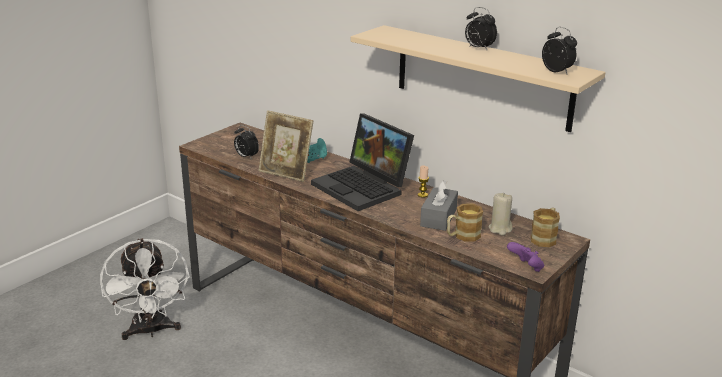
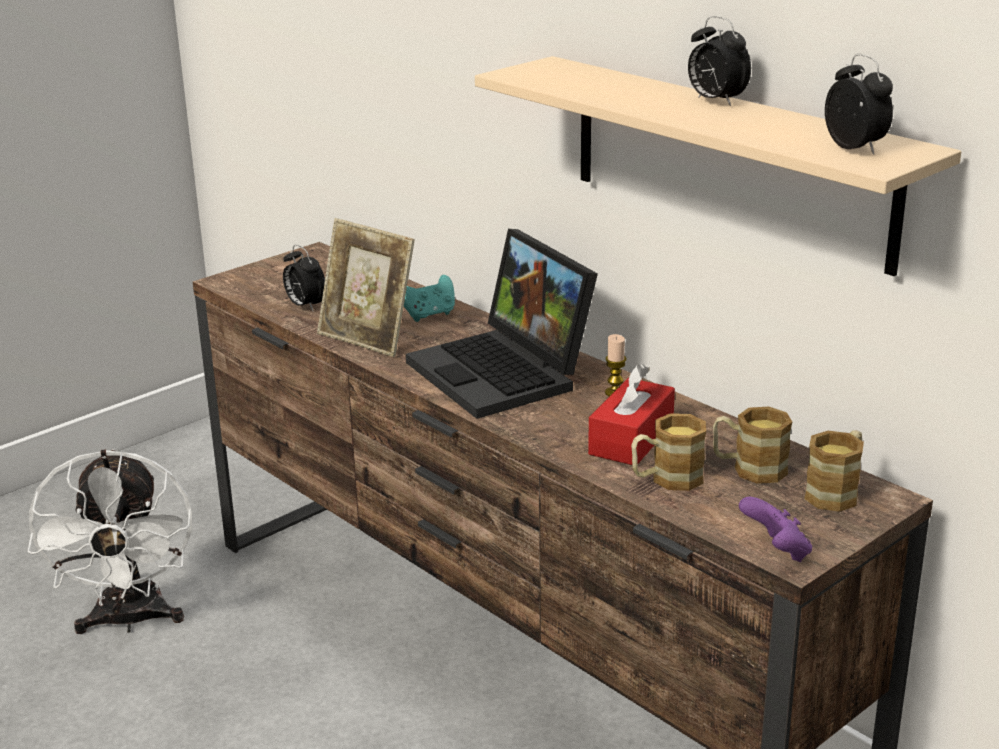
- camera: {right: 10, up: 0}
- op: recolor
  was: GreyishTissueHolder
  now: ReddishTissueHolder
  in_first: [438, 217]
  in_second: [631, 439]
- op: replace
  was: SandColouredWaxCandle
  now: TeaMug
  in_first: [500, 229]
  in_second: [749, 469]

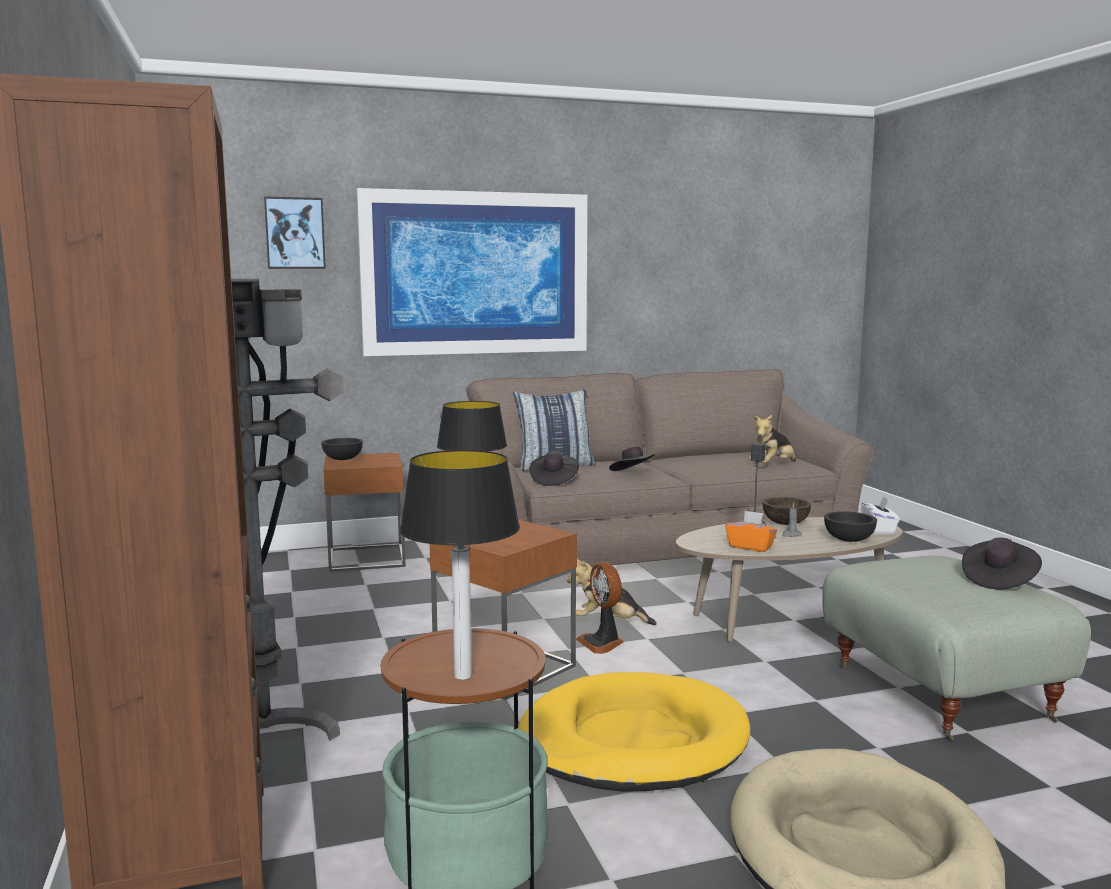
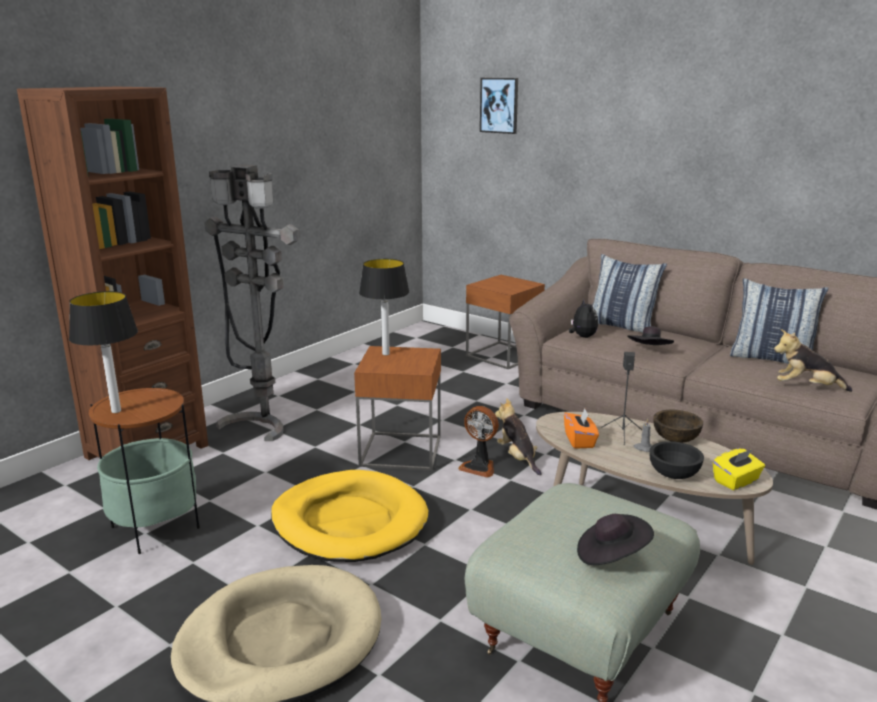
- camera: {right: 55, up: 10}
- op: rotate
  was: CoolingFan
  in_first: [602, 643]
  in_second: [479, 467]
  clockwise: -90
- op: replace
  was: BlackishWearableHat
  now: SoftToy
  in_first: [553, 480]
  in_second: [582, 337]
- op: recolor
  was: WhiteColouredTissueHolder
  now: YellowTissueHolder
  in_first: [879, 529]
  in_second: [736, 481]
- op: insert
  now: Pillow
  in_second: [772, 358]
- op: delete
  was: BlackishDeepDish
  in_first: [342, 459]
- op: delete
  was: WallPicture
  in_first: [476, 273]

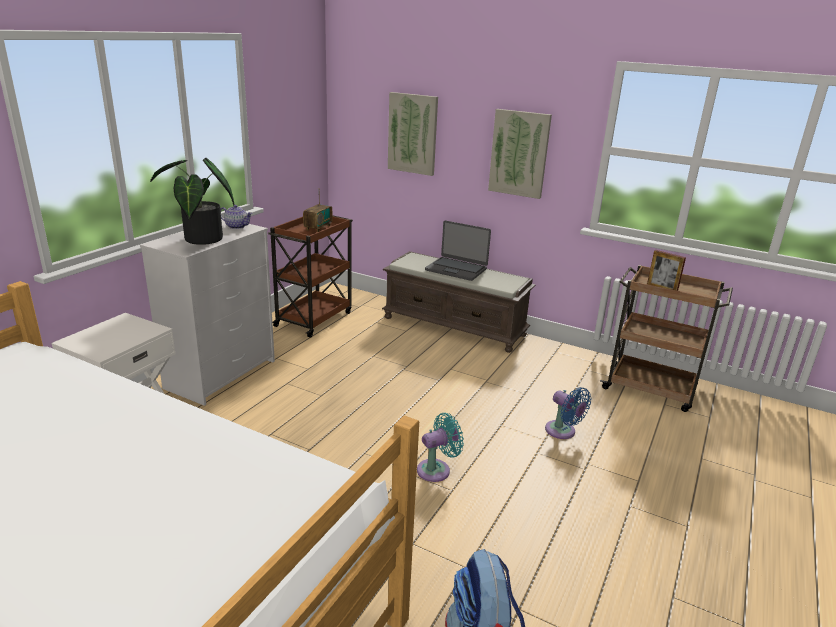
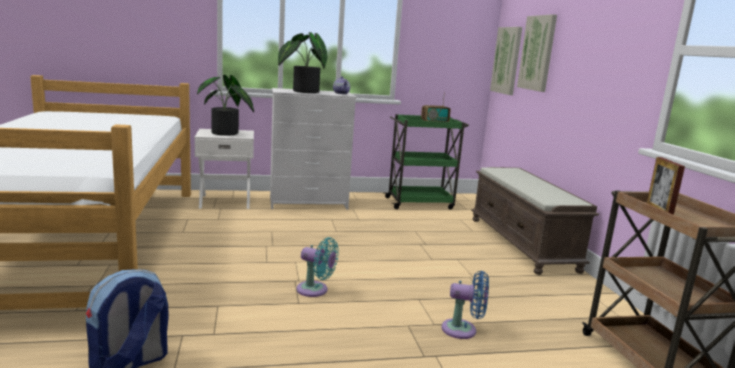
- camera: {right: 50, up: -10}
- op: insert
  now: Houseplant
  in_second: [226, 134]
- op: recolor
  was: BrownColouredCart
  now: GreenishCart
  in_first: [314, 318]
  in_second: [420, 203]
- op: rotate
  was: BluishCoolingFan
  in_first: [563, 432]
  in_second: [463, 330]
  clockwise: -90
- op: move
  was: WallPicture
  in_first: [519, 153]
  in_second: [507, 60]
- op: delete
  was: PortableComputer
  in_first: [456, 269]

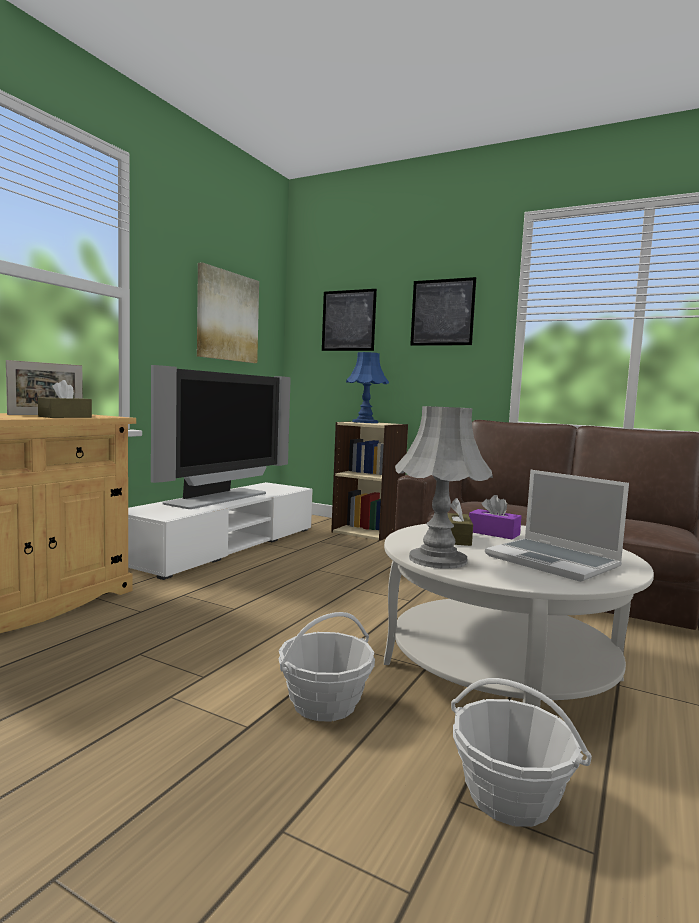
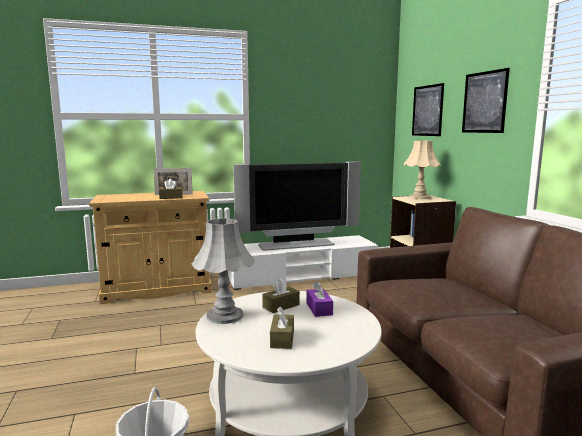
- camera: {right: 45, up: 5}
- op: replace
  was: PortableComputer
  now: BrownColouredTissueHolder
  in_first: [554, 561]
  in_second: [282, 339]
- op: recolor
  was: BluishTabletopLamp
  now: SandColouredTabletopLamp
  in_first: [365, 422]
  in_second: [420, 197]
- op: delete
  was: WallPicture
  in_first: [227, 316]
- op: delete
  was: HouseholdBasket
  in_first: [324, 703]

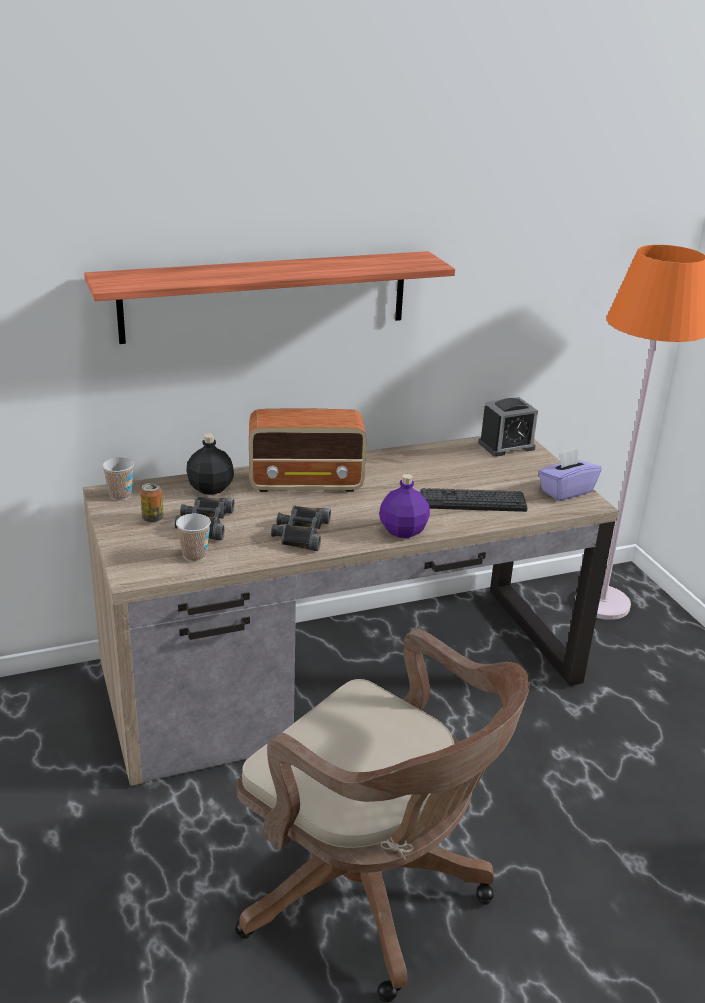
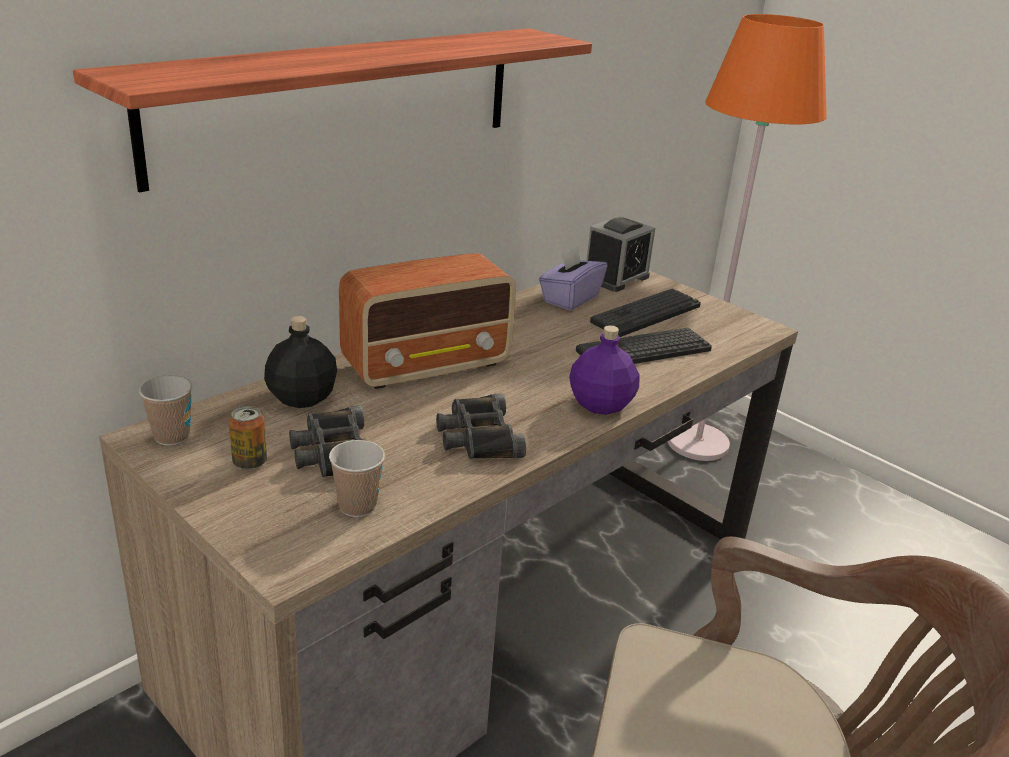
- camera: {right: -25, up: 0}
- op: move
  was: PurplishTissueHolder
  in_first: [565, 491]
  in_second: [570, 298]
- op: insert
  now: Keyboard
  in_second: [646, 314]

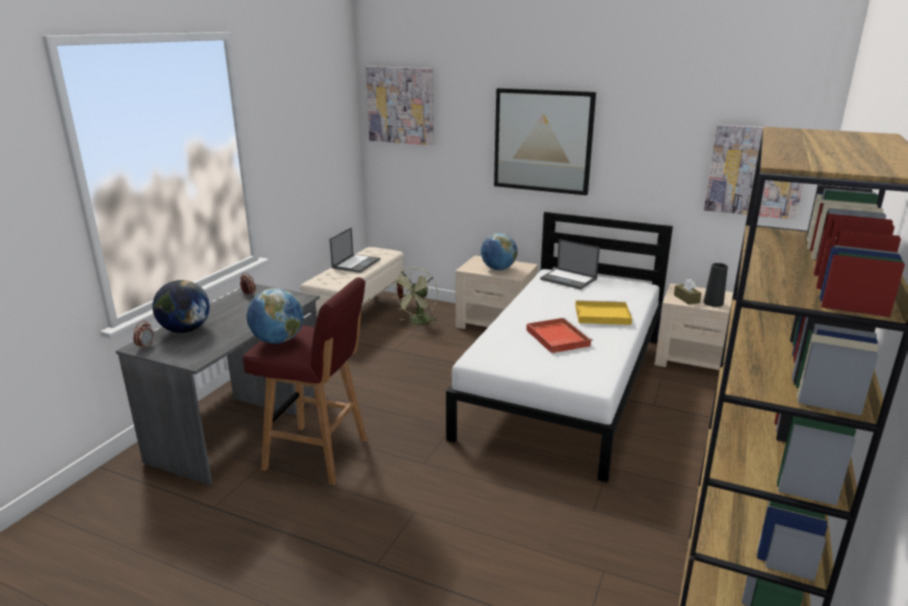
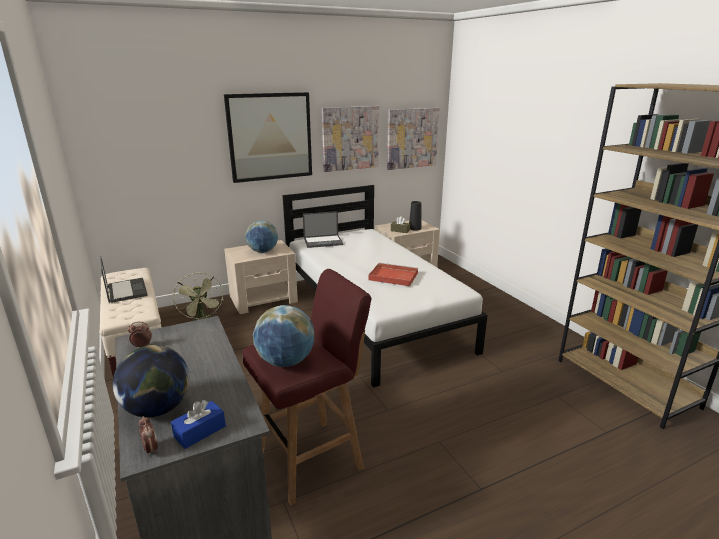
- camera: {right: -50, up: 0}
- op: insert
  now: BluishTissueHolder
  in_second: [200, 431]
- op: move
  was: WallPicture
  in_first: [400, 105]
  in_second: [350, 138]
- op: delete
  was: YellowTray
  in_first: [601, 315]

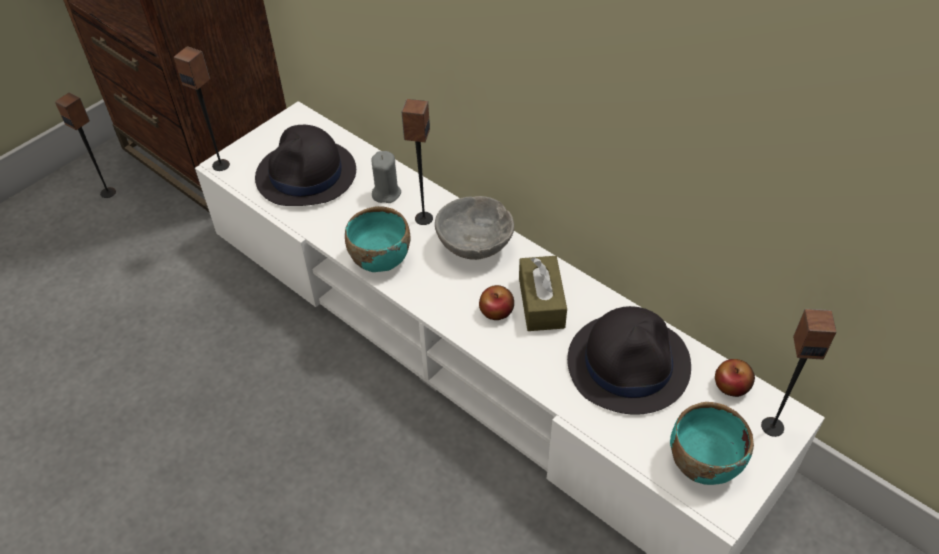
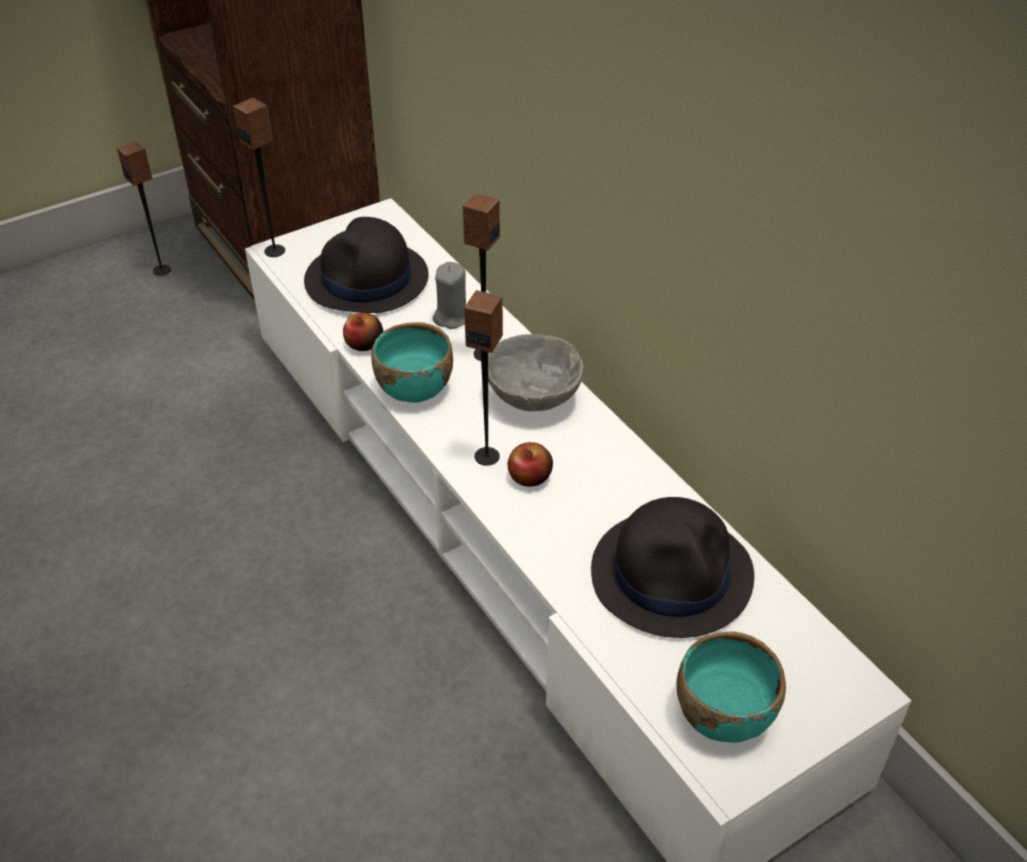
- camera: {right: 15, up: -5}
- op: move
  was: Apple
  in_first: [731, 386]
  in_second: [364, 344]
- op: move
  was: AudioSpeaker
  in_first: [772, 426]
  in_second: [487, 456]
- op: delete
  was: BrownColouredTissueHolder
  in_first: [541, 302]

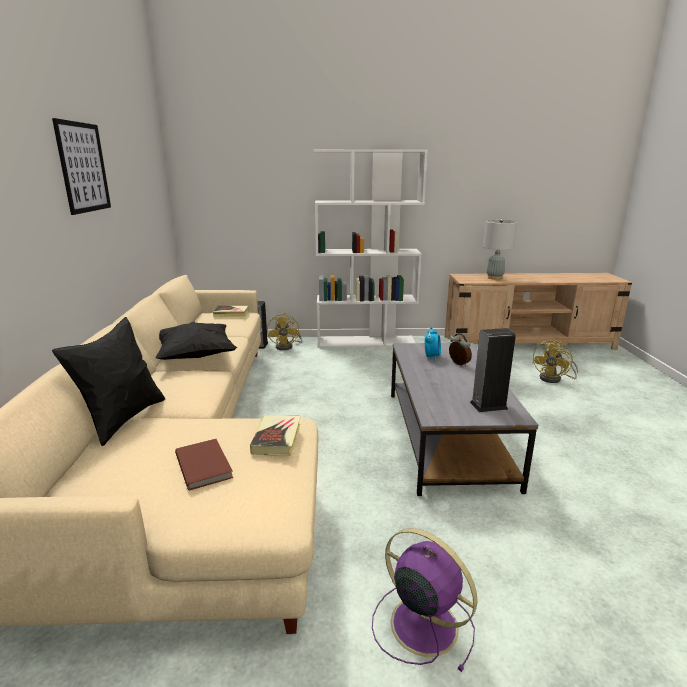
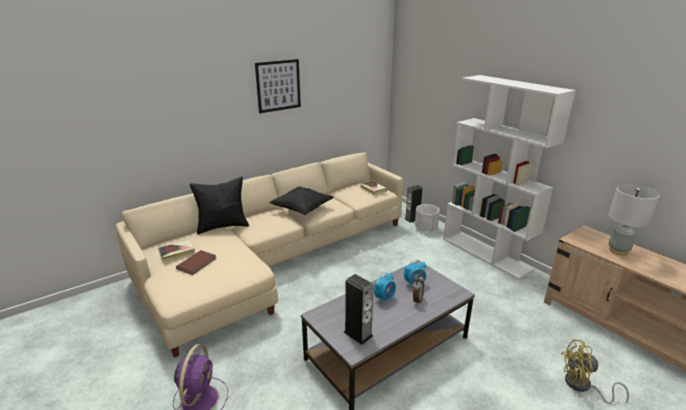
- camera: {right: 55, up: 5}
- op: move
  was: BoundBook
  in_first: [277, 439]
  in_second: [177, 253]
- op: insert
  now: AlarmClock
  in_second: [384, 298]
- op: replace
  was: YellowCoolingFan
  now: WhiteColouredPlanter
  in_first: [287, 346]
  in_second: [426, 228]

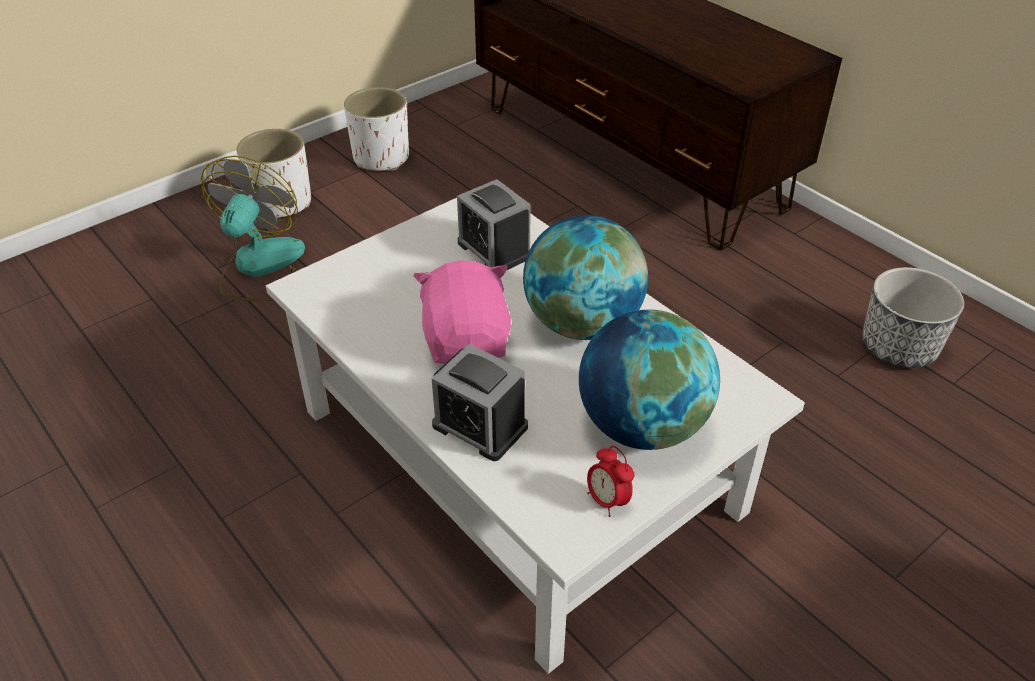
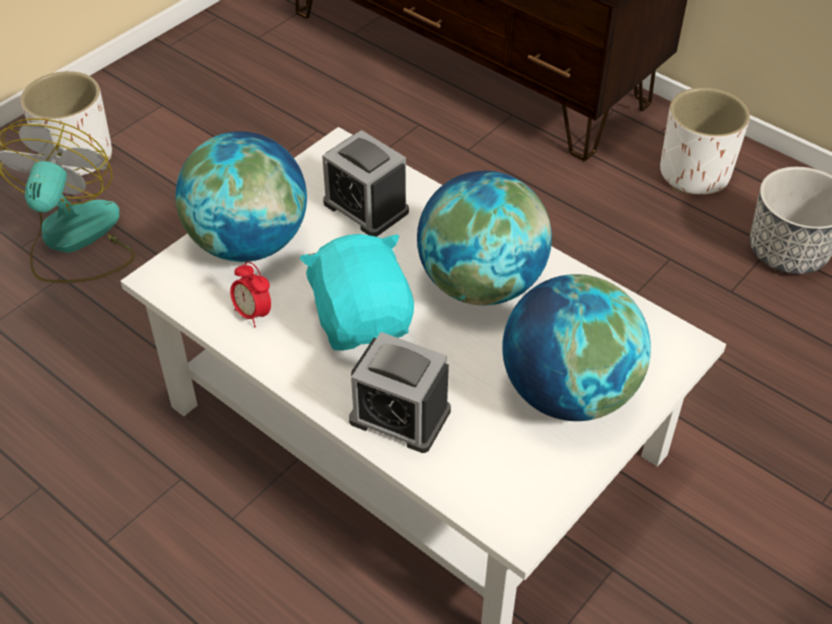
- camera: {right: -10, up: 5}
- op: insert
  now: DeskGlobe
  in_second: [249, 243]
- op: move
  was: AlarmClock
  in_first: [607, 500]
  in_second: [253, 314]
- op: recolor
  was: PinkColouredSoftToy
  now: TurquoiseSoftToy
  in_first: [467, 341]
  in_second: [362, 319]
- op: move
  was: WhiteColouredPlanter
  in_first: [381, 158]
  in_second: [694, 174]

